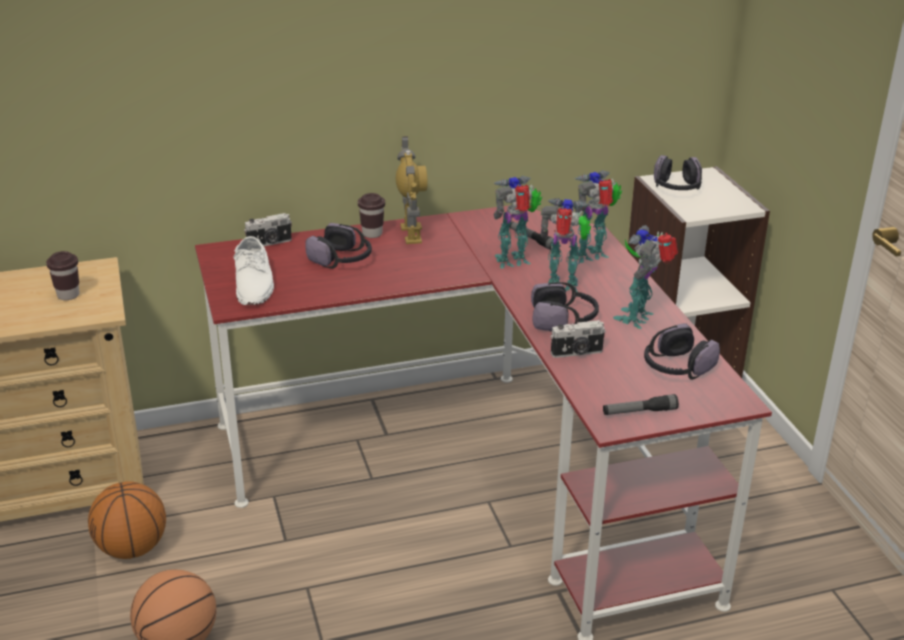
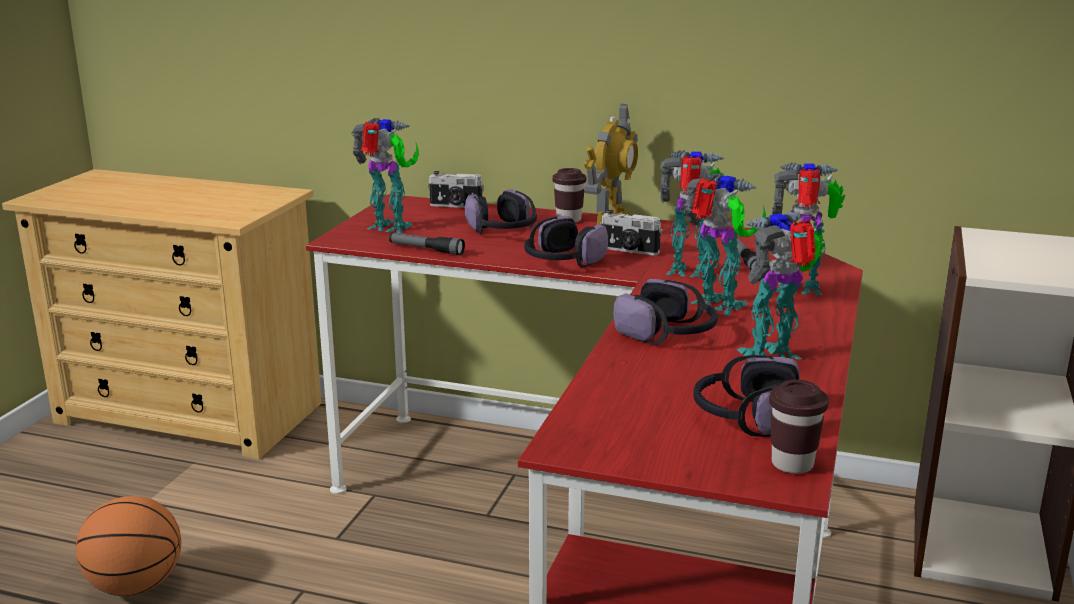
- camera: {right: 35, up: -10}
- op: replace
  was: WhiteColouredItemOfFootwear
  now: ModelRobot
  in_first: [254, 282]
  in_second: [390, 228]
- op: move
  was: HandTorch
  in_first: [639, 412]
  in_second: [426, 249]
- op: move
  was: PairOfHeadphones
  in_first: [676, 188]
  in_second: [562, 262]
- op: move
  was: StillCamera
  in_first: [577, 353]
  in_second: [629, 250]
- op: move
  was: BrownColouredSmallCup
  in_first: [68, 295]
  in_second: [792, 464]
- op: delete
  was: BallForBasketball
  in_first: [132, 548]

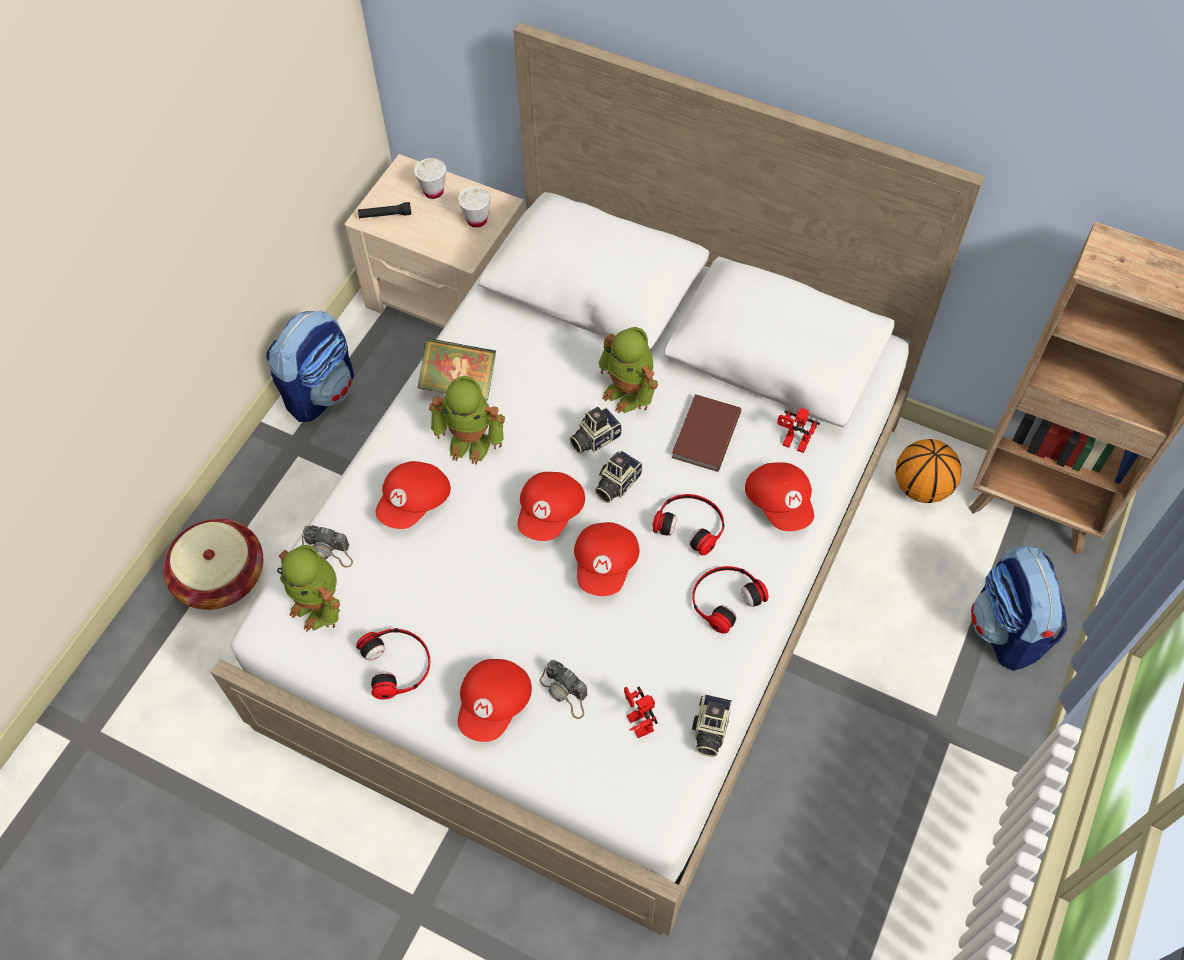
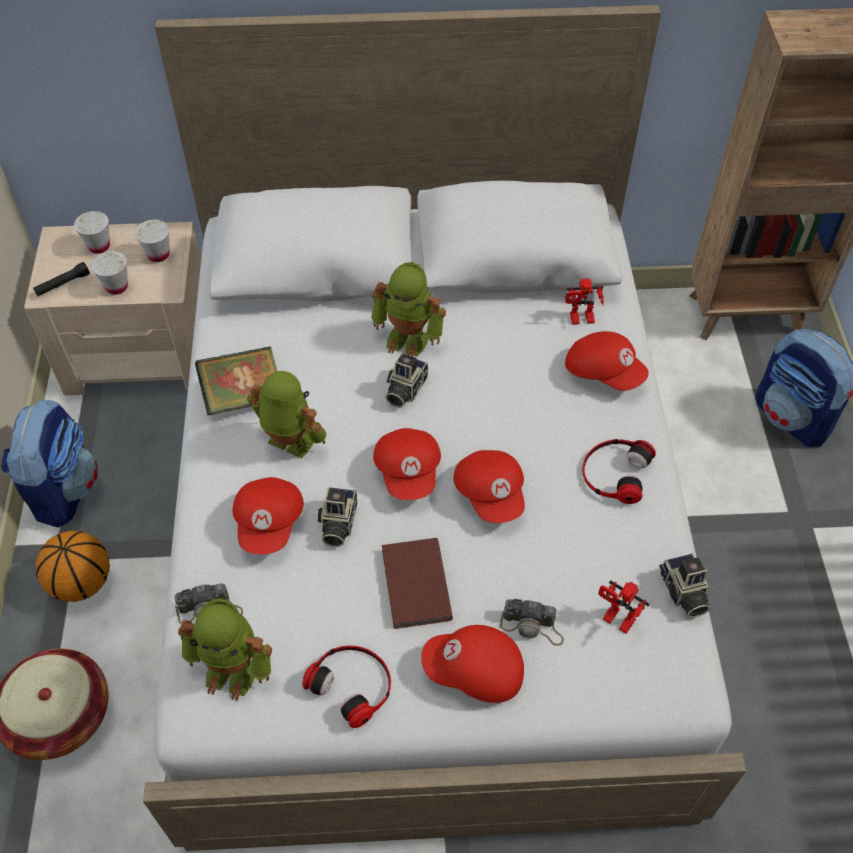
- camera: {right: -30, up: -5}
- op: move
  was: BallForBasketball
  in_first: [921, 486]
  in_second: [81, 581]
- op: insert
  now: WhiteColouredSmallCup
  in_second: [116, 287]
- op: rotate
  was: ModelRobot
  in_first: [471, 441]
  in_second: [289, 442]
  clockwise: -135
- op: move
  was: StillCamera
  in_first: [616, 484]
  in_second: [337, 524]
- op: move
  was: BrownColouredBoundBook
  in_first: [704, 435]
  in_second: [414, 586]
- op: rotate
  was: ReddishCap
  in_first: [495, 704]
  in_second: [474, 672]
  clockwise: 105
- op: delete
  was: PairOfHeadphones
  in_first: [691, 524]

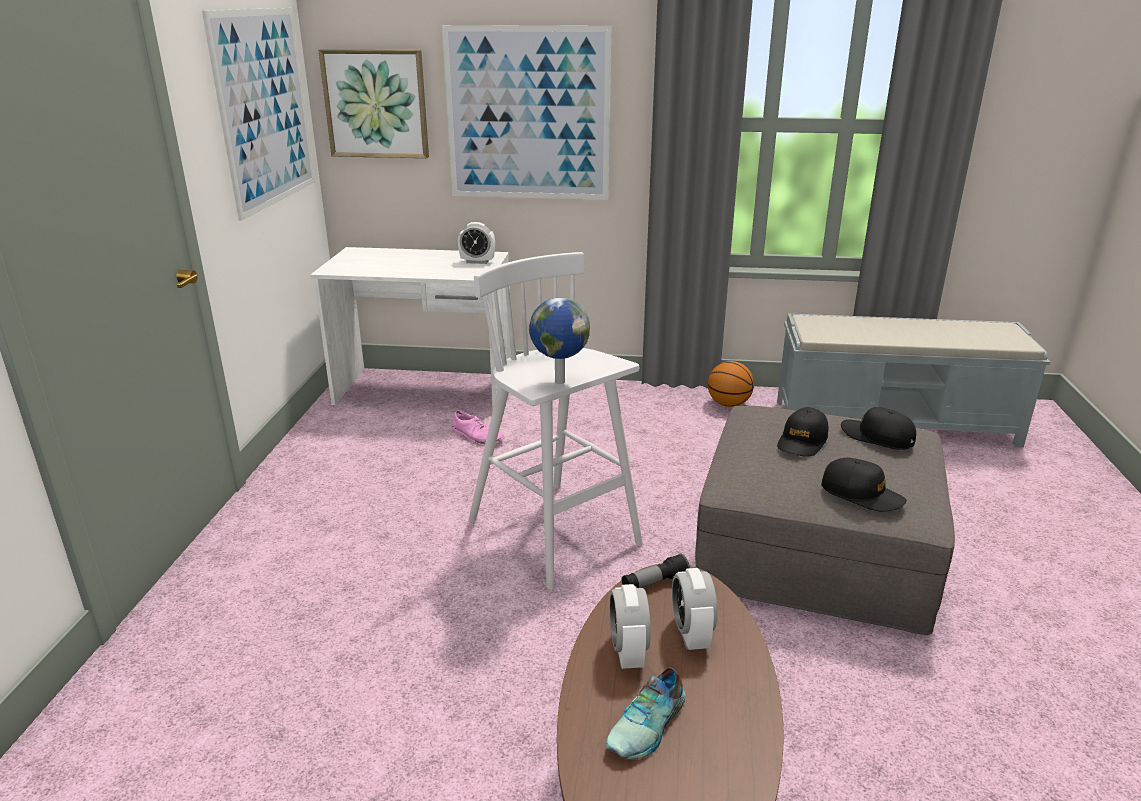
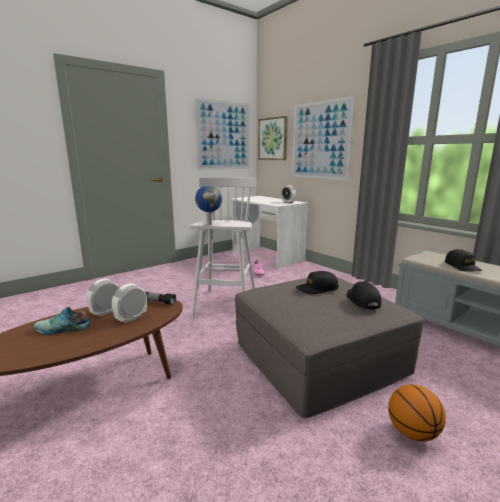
- camera: {right: 45, up: -10}
- op: move
  was: BallForBasketball
  in_first: [728, 404]
  in_second: [412, 432]
- op: move
  was: BlackishCap
  in_first: [861, 494]
  in_second: [462, 266]

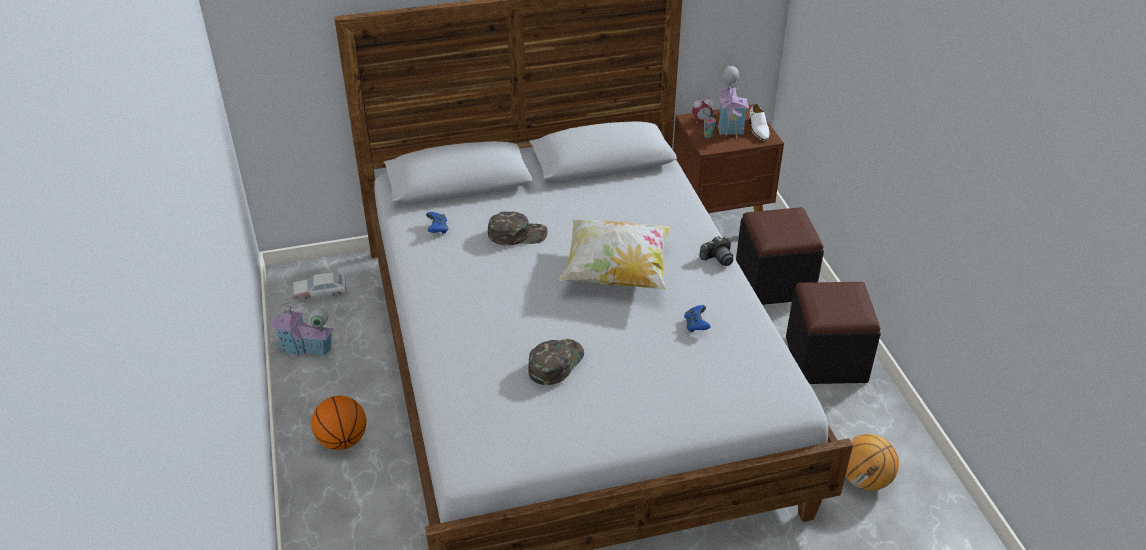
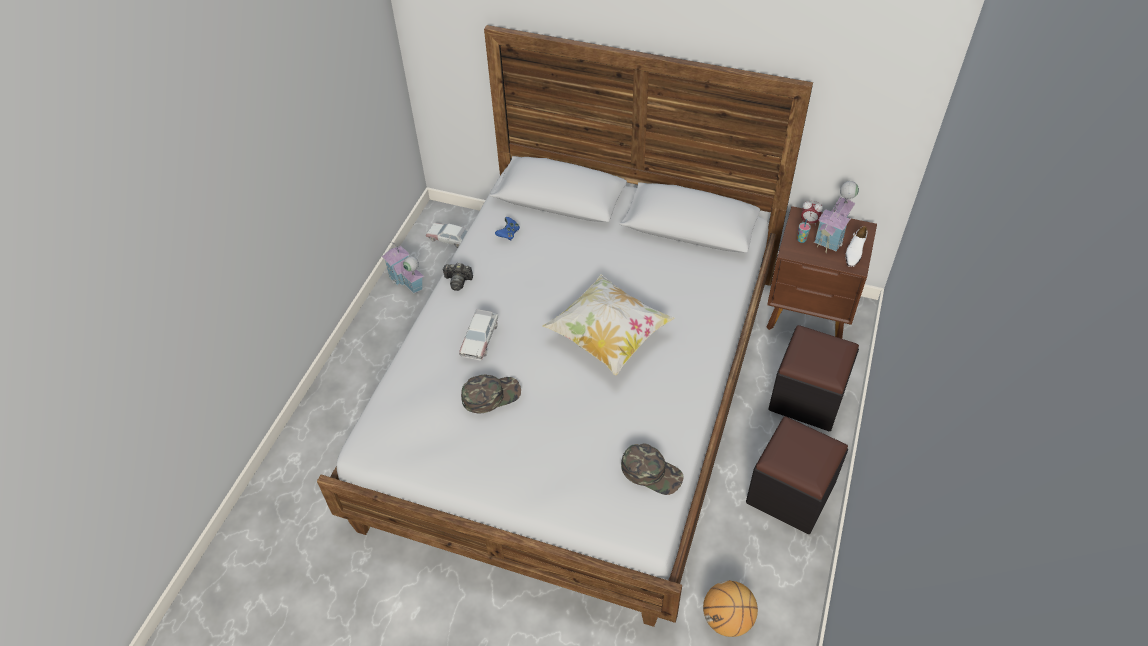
- camera: {right: 35, up: 10}
- op: move
  was: StillCamera
  in_first: [717, 258]
  in_second: [458, 281]
- op: insert
  now: ModelCar
  in_second: [479, 338]
- op: move
  was: GreenishCap
  in_first: [517, 234]
  in_second: [651, 472]
- op: delete
  was: BallForBasketball
  in_first: [342, 440]
- op: delete
  was: BluishGameController
  in_first: [696, 325]

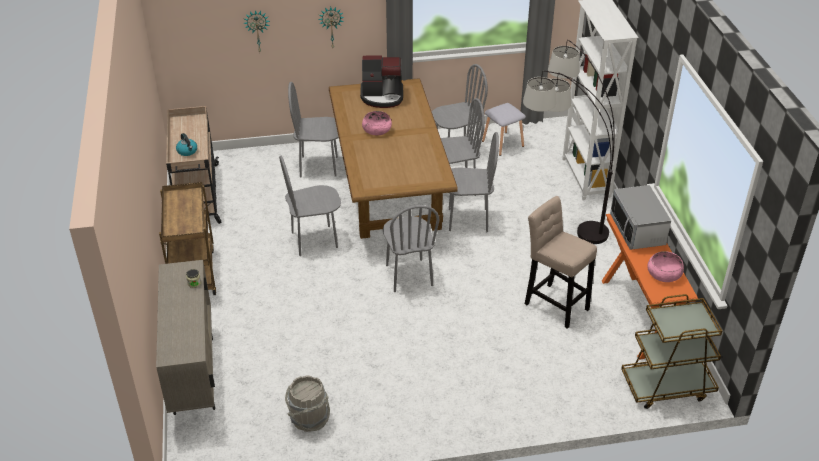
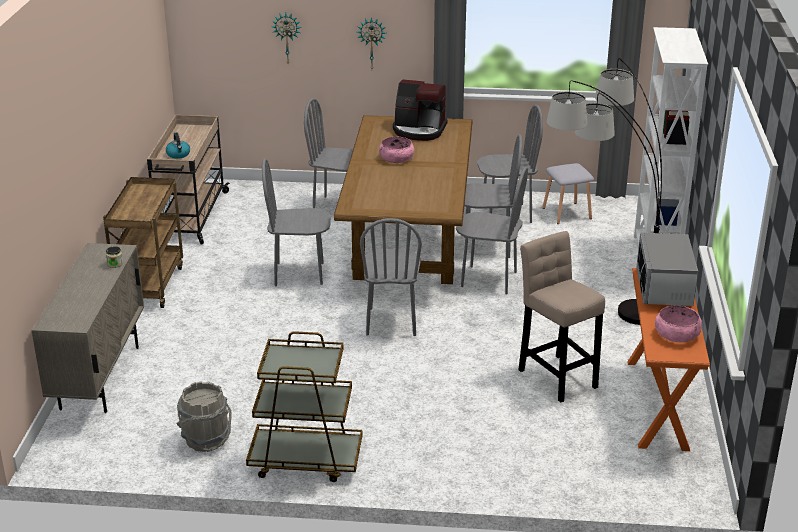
- camera: {right: 15, up: -10}
- op: move
  was: BrownColouredCart
  in_first: [666, 386]
  in_second: [305, 460]

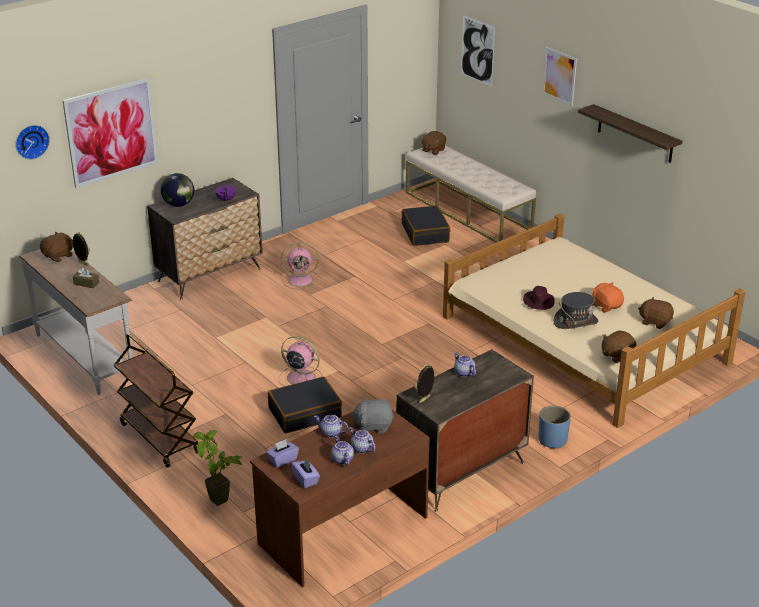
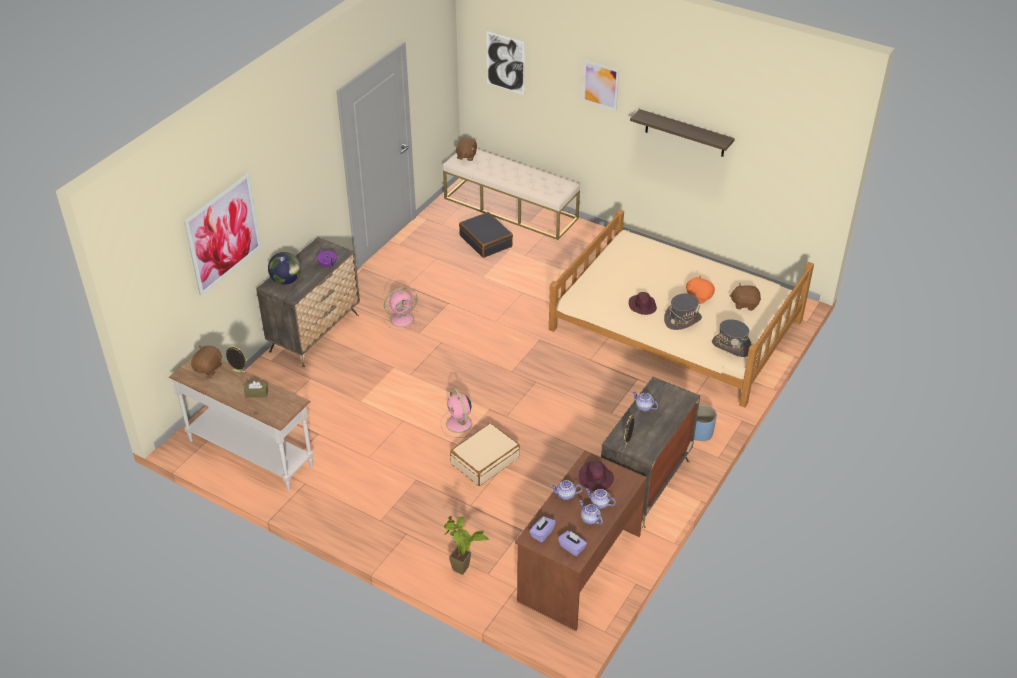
- camera: {right: -20, up: 10}
- op: rotate
  was: PinkColouredCoolingFan
  in_first: [299, 377]
  in_second: [459, 424]
  clockwise: -120
- op: recolor
  was: BlackishSuitcase
  now: SandColouredSuitcase
  in_first: [304, 413]
  in_second: [484, 460]
- op: replace
  was: GreyishSoftToy
  now: PurplishWearableHat
  in_first: [373, 426]
  in_second: [596, 478]
- op: replace
  was: BrownColouredSoftToy
  now: GreyishWearableHat
  in_first: [616, 355]
  in_second: [731, 346]
- op: delete
  was: HangingClock
  in_first: [31, 141]
- op: delete
  was: BrownColouredCart
  in_first: [159, 438]

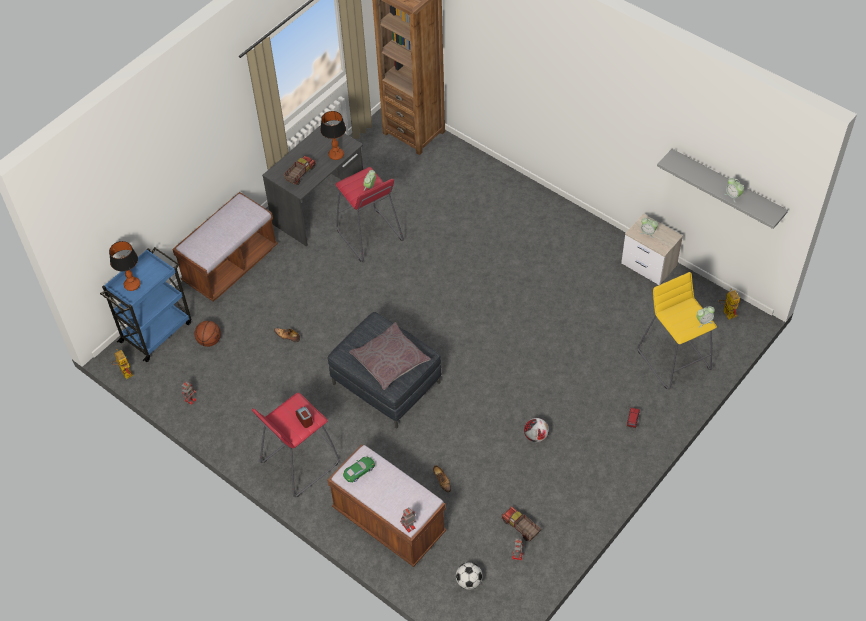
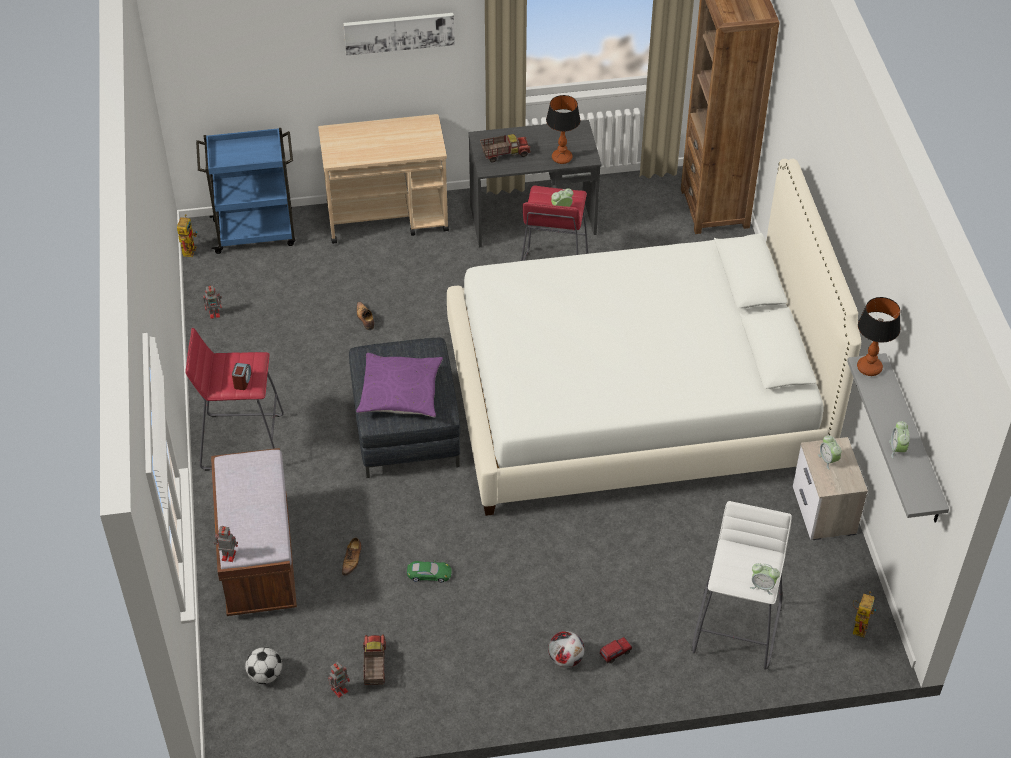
- camera: {right: 40, up: -5}
- op: replace
  was: BrownColouredBench
  now: SandColouredCart
  in_first: [230, 265]
  in_second: [388, 218]
- op: insert
  now: WallPicture
  in_second: [399, 32]
- op: recolor
  was: GreyishPillow
  now: PurplishPillow
  in_first: [390, 360]
  in_second: [400, 392]
- op: move
  was: GreenishModelCar
  in_first: [359, 470]
  in_second: [429, 573]
- op: insert
  now: WhiteColouredSleepingBed
  in_second: [635, 402]
- op: move
  was: BallForFootball
  in_first: [535, 436]
  in_second: [566, 658]
- op: recolor
  was: YellowStoolSeat
  now: WhiteColouredStoolSeat
  in_first: [674, 359]
  in_second: [737, 627]
- op: move
  was: TabletopLamp
  in_first: [132, 284]
  in_second: [869, 367]
- op: delete
  was: BallForBasketball
  in_first: [209, 340]

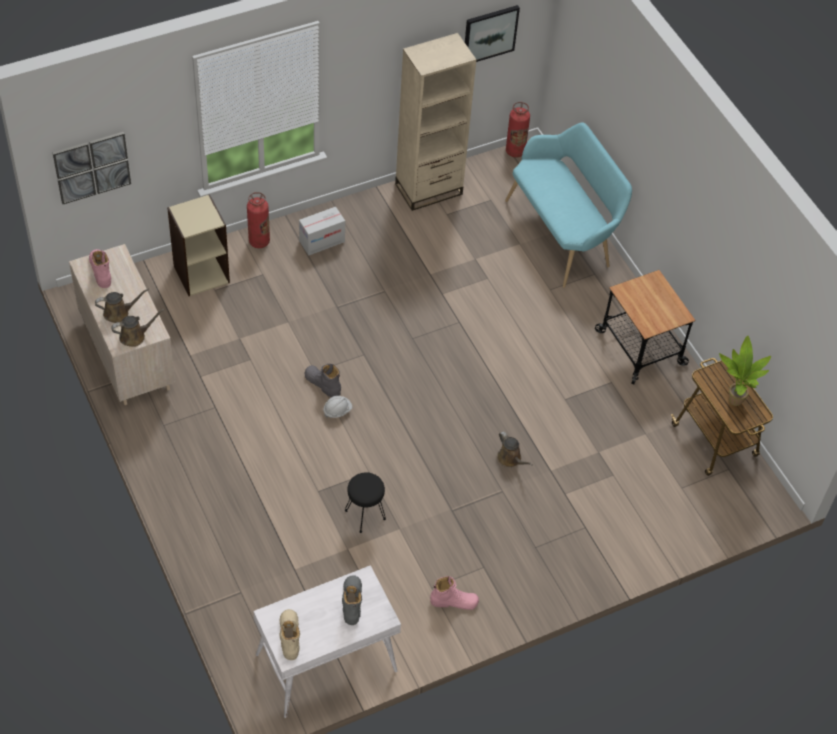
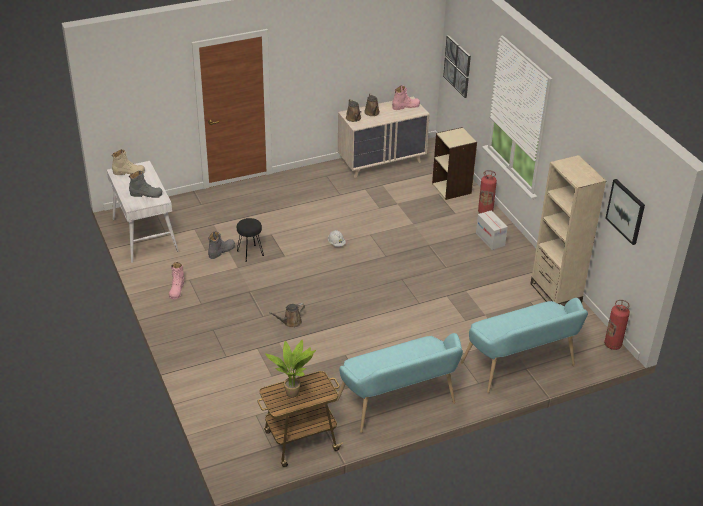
- camera: {right: 95, up: -15}
- op: move
  was: GreyishBoot
  in_first: [322, 384]
  in_second: [221, 251]
- op: replace
  was: Cart
  now: TurquoiseBench
  in_first: [641, 347]
  in_second: [399, 405]

